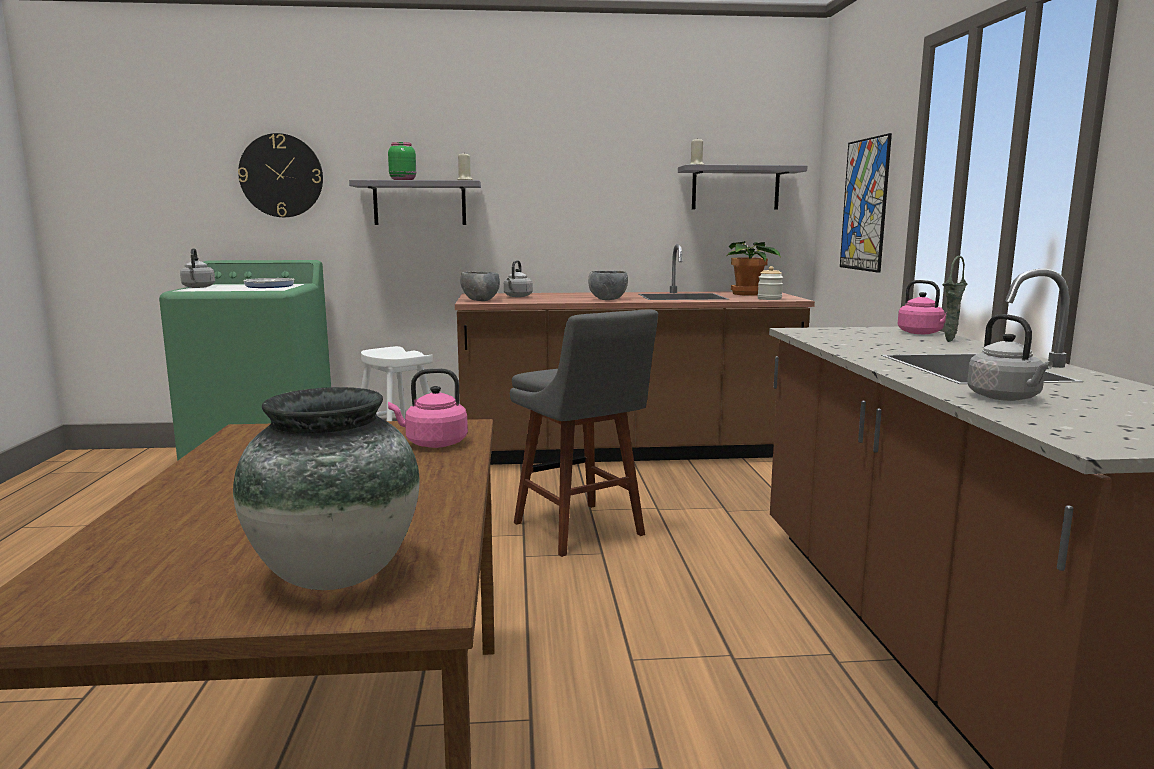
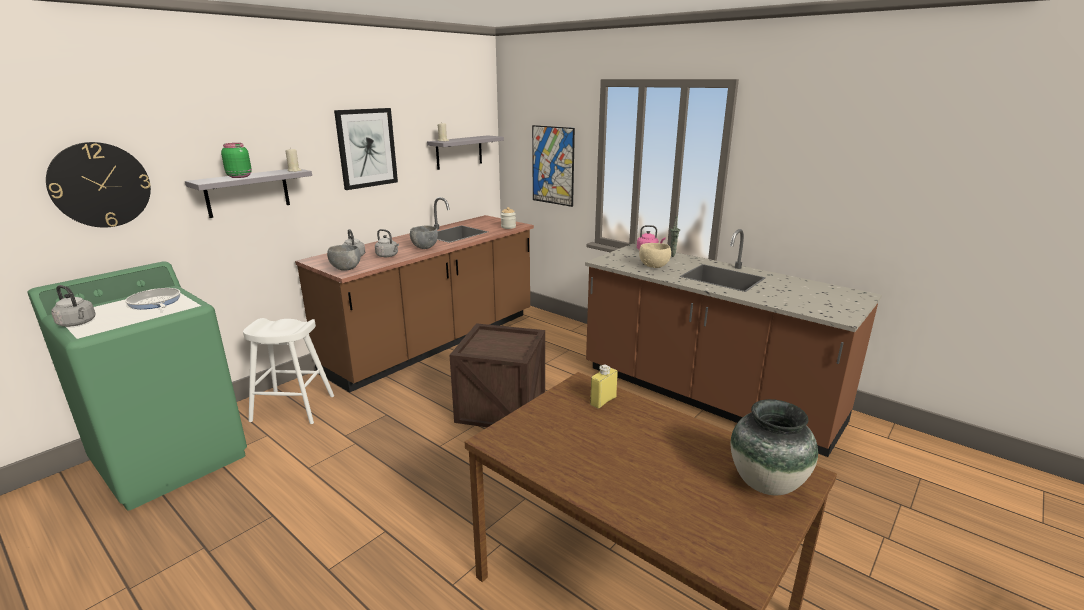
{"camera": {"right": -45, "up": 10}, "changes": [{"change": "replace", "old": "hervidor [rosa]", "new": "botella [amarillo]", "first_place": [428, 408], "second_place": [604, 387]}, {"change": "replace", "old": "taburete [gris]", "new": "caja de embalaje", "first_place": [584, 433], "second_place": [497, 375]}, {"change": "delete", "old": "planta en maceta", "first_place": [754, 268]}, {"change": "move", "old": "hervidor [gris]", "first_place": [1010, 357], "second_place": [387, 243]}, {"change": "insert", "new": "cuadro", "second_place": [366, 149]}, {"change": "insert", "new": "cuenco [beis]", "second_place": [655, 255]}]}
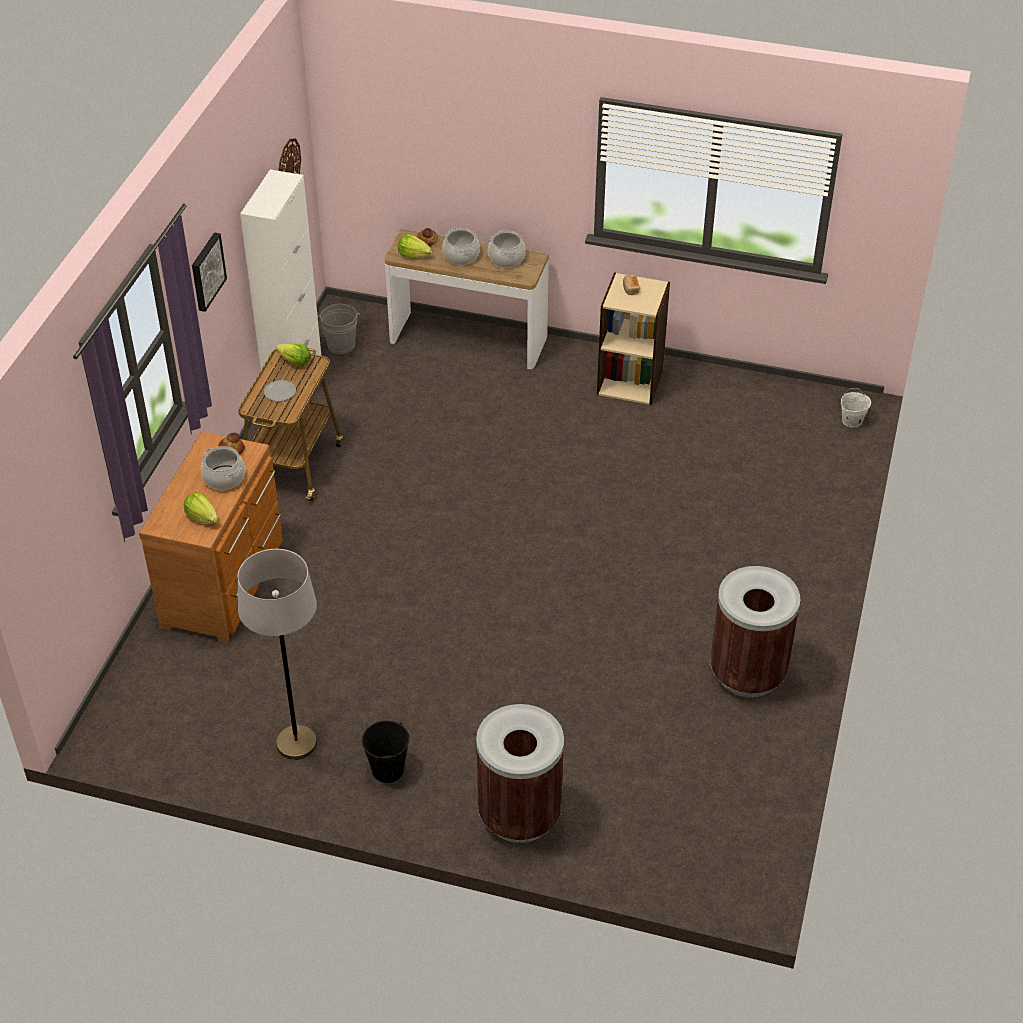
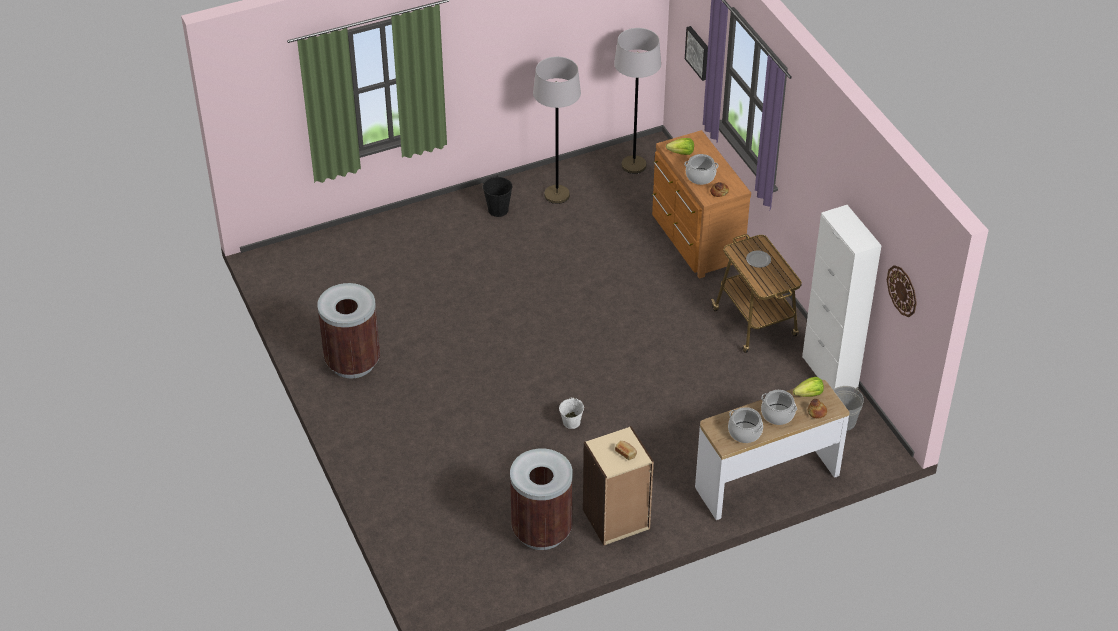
{"camera": {"right": 140, "up": 0}, "changes": [{"change": "move", "old": "cuadro", "first_place": [209, 272], "second_place": [696, 53]}, {"change": "delete", "old": "lechuga", "first_place": [293, 355]}, {"change": "move", "old": "papelera [marrón]", "first_place": [520, 773], "second_place": [541, 499]}, {"change": "move", "old": "cubo [blanco]", "first_place": [856, 408], "second_place": [571, 413]}, {"change": "insert", "new": "lámpara de pie [gris]", "second_place": [637, 101]}]}
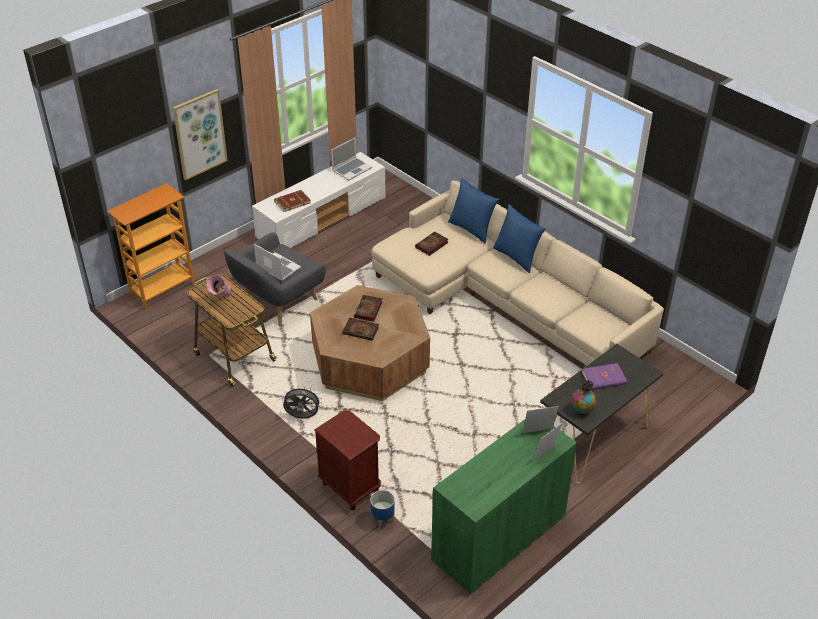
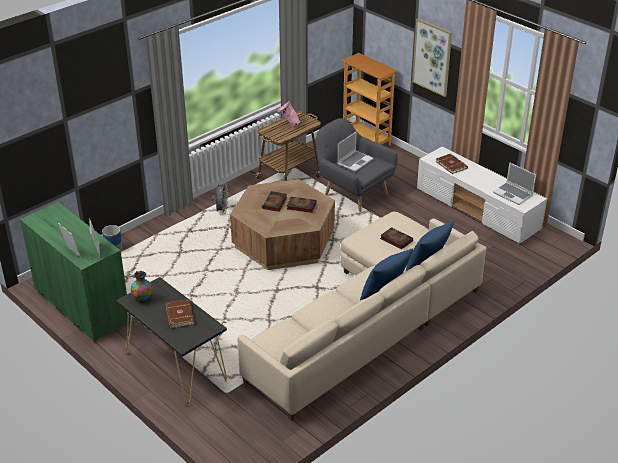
{"camera": {"right": 90, "up": -5}, "changes": [{"change": "delete", "old": "mesita de noche [marrón]", "first_place": [347, 460]}, {"change": "recolor", "old": "libro [morado]", "new": "libro [marrón]", "first_place": [604, 376], "second_place": [180, 313]}]}
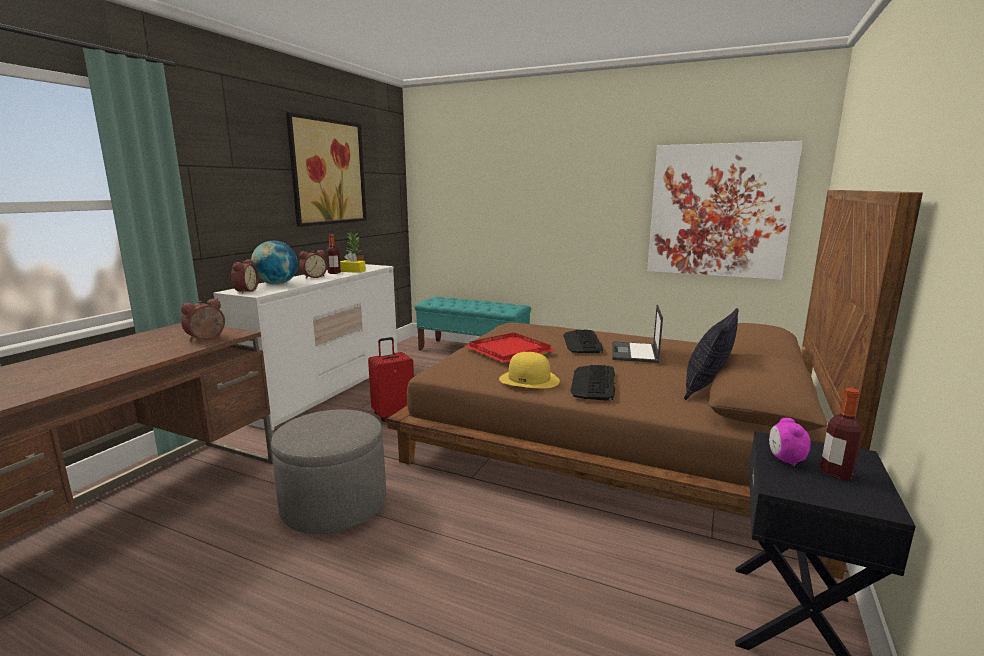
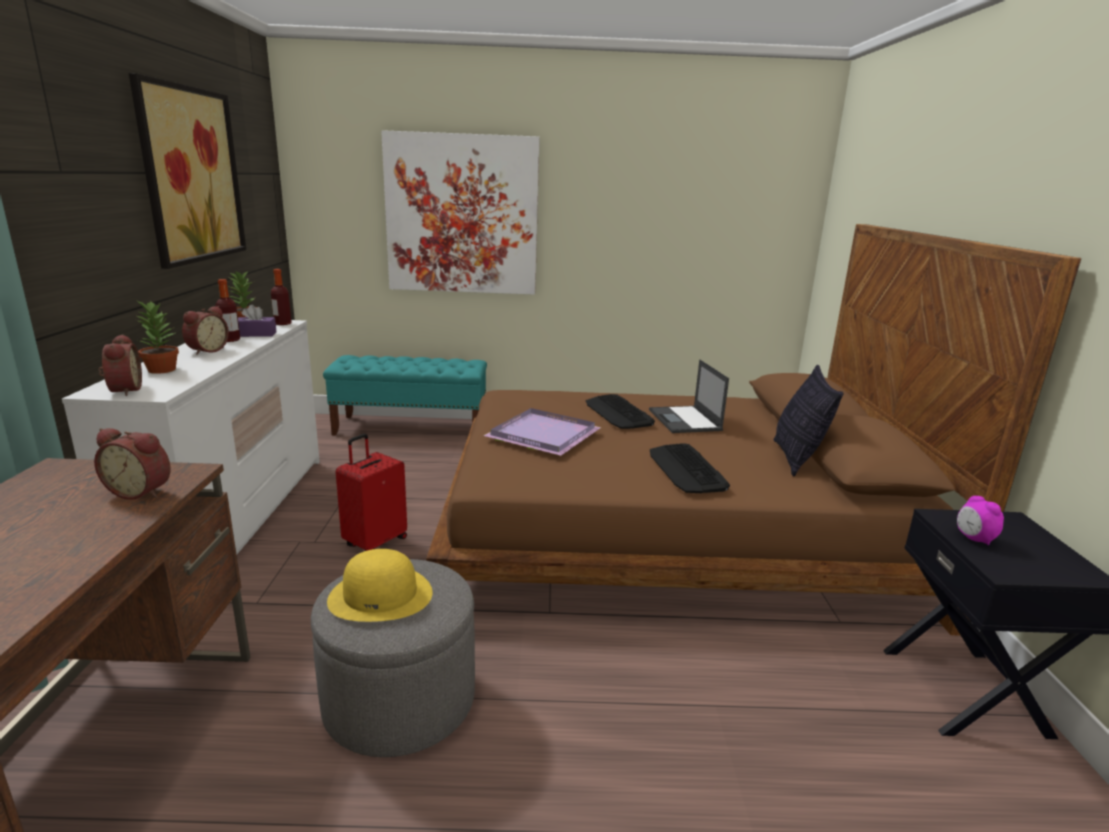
{"camera": {"right": -25, "up": 5}, "changes": [{"change": "rotate", "old": "despertador", "first_place": [203, 319], "second_place": [132, 464], "degrees": -90}, {"change": "replace", "old": "globo terráqueo", "new": "planta en maceta", "first_place": [274, 263], "second_place": [157, 337]}, {"change": "recolor", "old": "caja de pañuelos [amarillo]", "new": "caja de pañuelos [morado]", "first_place": [353, 262], "second_place": [257, 321]}, {"change": "recolor", "old": "bandeja [rojo]", "new": "bandeja [morado]", "first_place": [510, 348], "second_place": [542, 432]}, {"change": "move", "old": "sombrero [amarillo]", "first_place": [529, 370], "second_place": [380, 585]}, {"change": "move", "old": "cuadro", "first_place": [725, 210], "second_place": [460, 212]}, {"change": "move", "old": "botella", "first_place": [841, 433], "second_place": [281, 297]}]}
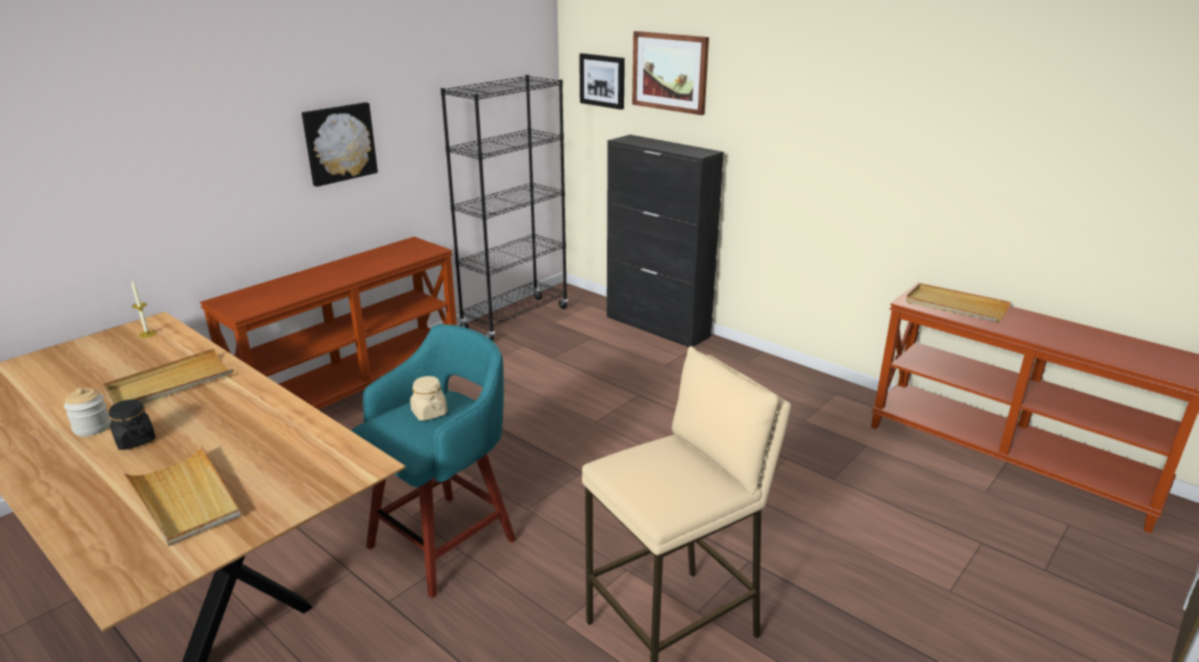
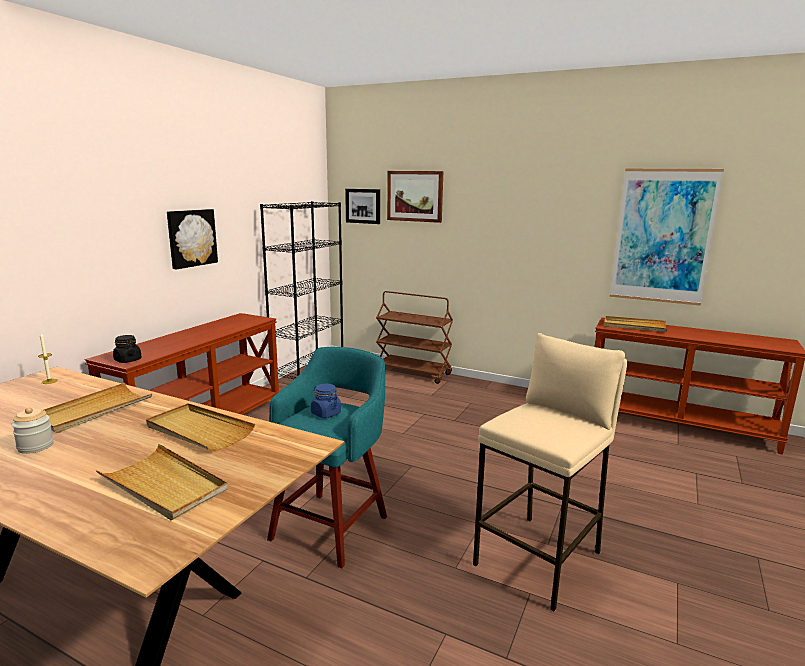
{"camera": {"right": -15, "up": -10}, "changes": [{"change": "move", "old": "tarro [negro]", "first_place": [132, 424], "second_place": [127, 349]}, {"change": "recolor", "old": "tarro [beis]", "new": "tarro [azul]", "first_place": [428, 398], "second_place": [326, 401]}, {"change": "replace", "old": "armario [negro]", "new": "carrito [marrón]", "first_place": [665, 241], "second_place": [414, 337]}, {"change": "insert", "new": "bandeja [beis]", "second_place": [200, 427]}, {"change": "insert", "new": "cuadro", "second_place": [667, 237]}]}
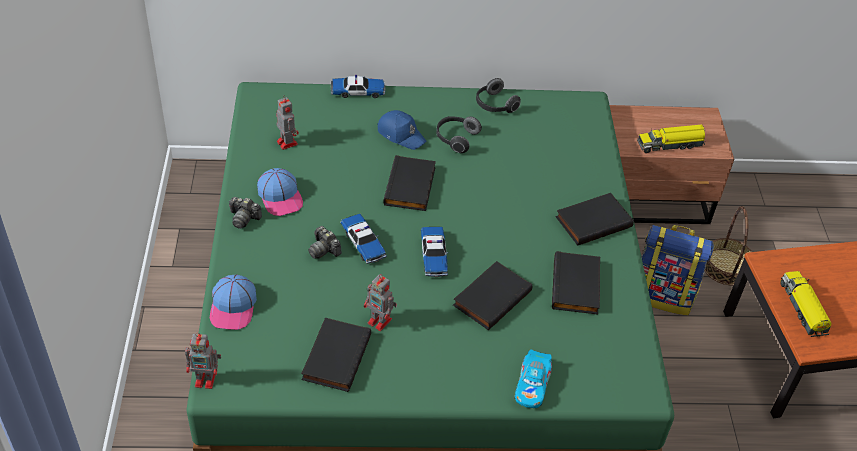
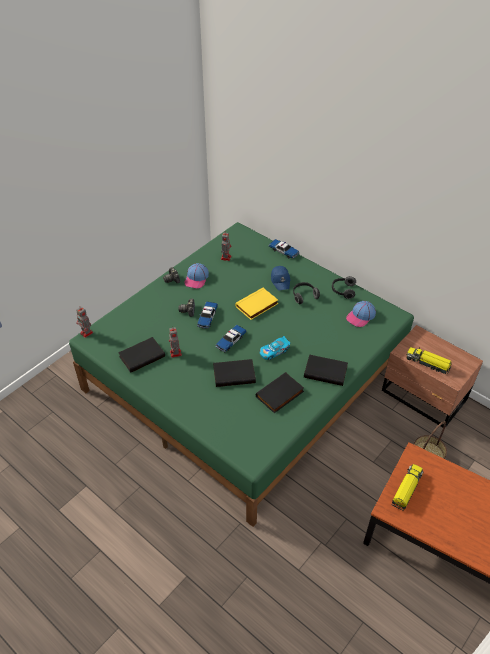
{"camera": {"right": 45, "up": 0}, "changes": [{"change": "move", "old": "gorra", "first_place": [233, 302], "second_place": [361, 314]}, {"change": "recolor", "old": "libro [negro]", "new": "libro [amarillo]", "first_place": [409, 183], "second_place": [256, 304]}, {"change": "move", "old": "coche de juguete", "first_place": [533, 378], "second_place": [274, 348]}, {"change": "delete", "old": "mochila", "first_place": [677, 270]}]}
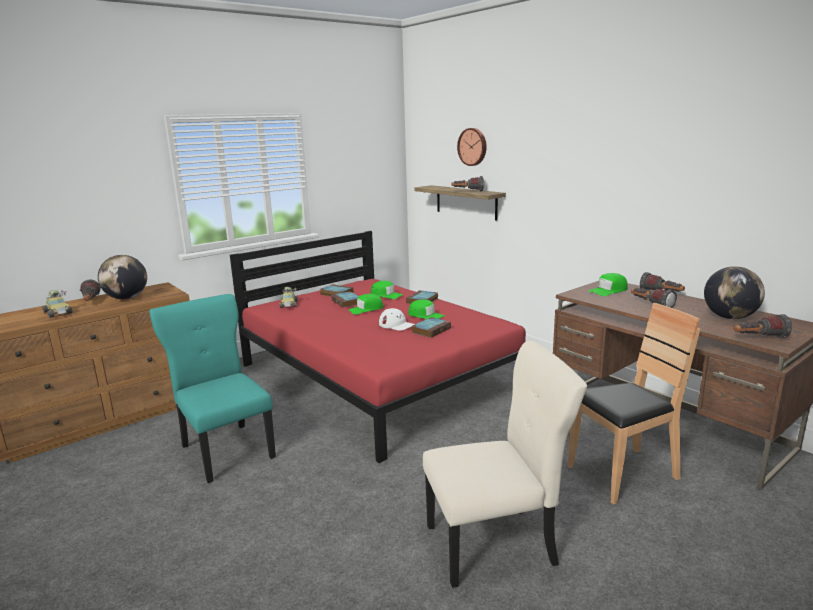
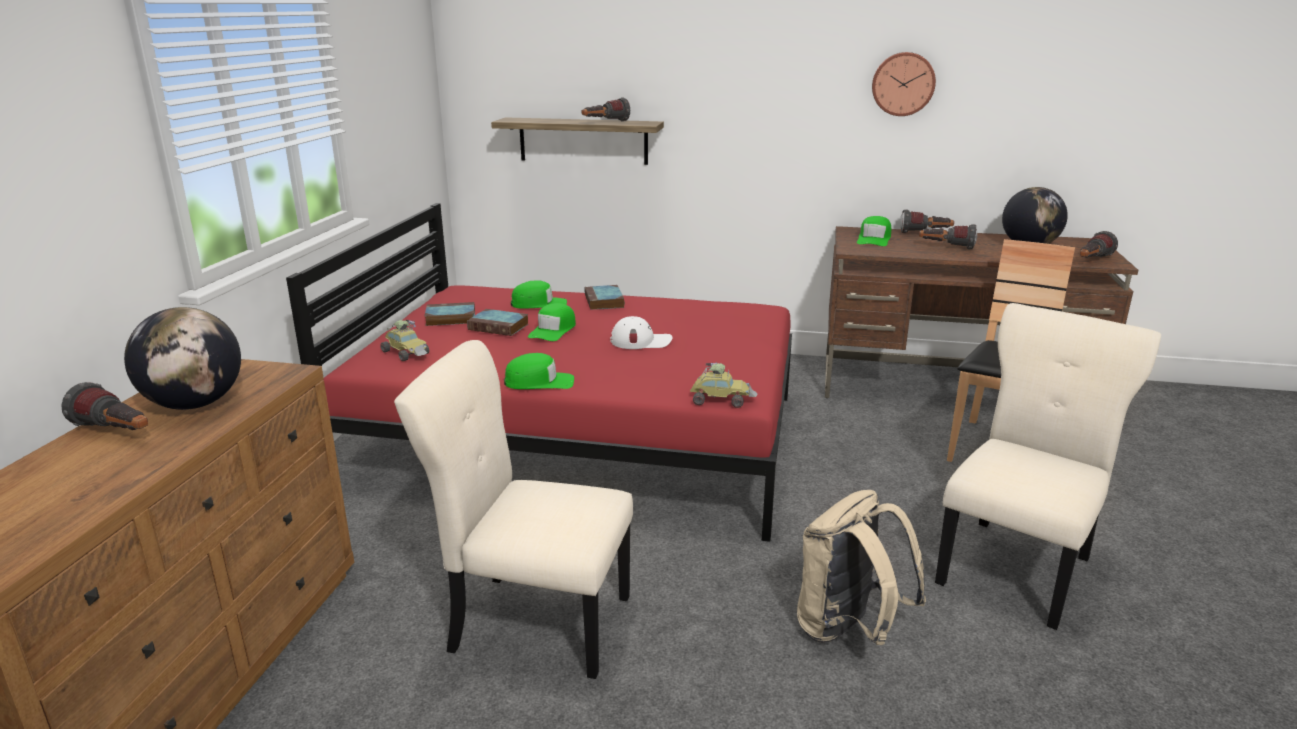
{"camera": {"right": -40, "up": 5}, "changes": [{"change": "move", "old": "coche de juguete", "first_place": [57, 304], "second_place": [724, 385]}, {"change": "recolor", "old": "silla [turquesa]", "new": "silla [beis]", "first_place": [212, 388], "second_place": [513, 509]}, {"change": "move", "old": "gorra [verde]", "first_place": [426, 309], "second_place": [539, 371]}, {"change": "delete", "old": "libro", "first_place": [431, 327]}, {"change": "move", "old": "reloj de pared", "first_place": [472, 147], "second_place": [904, 84]}, {"change": "insert", "new": "mochila [beis]", "second_place": [861, 567]}]}
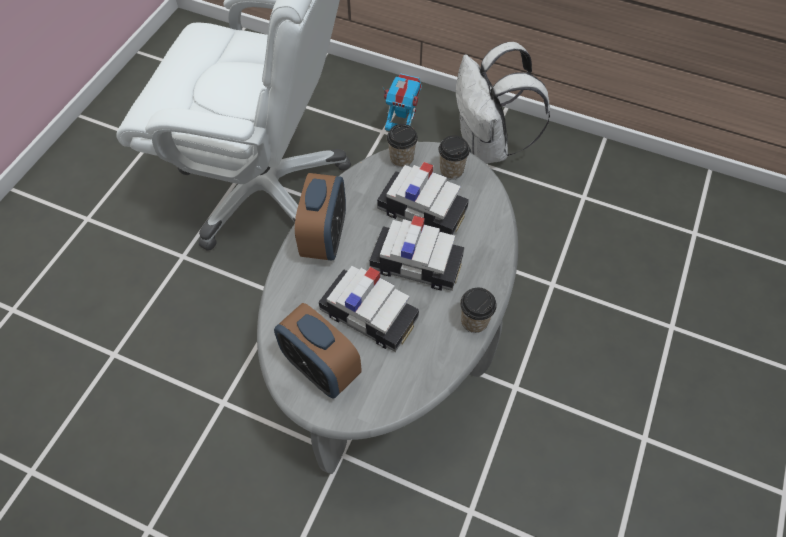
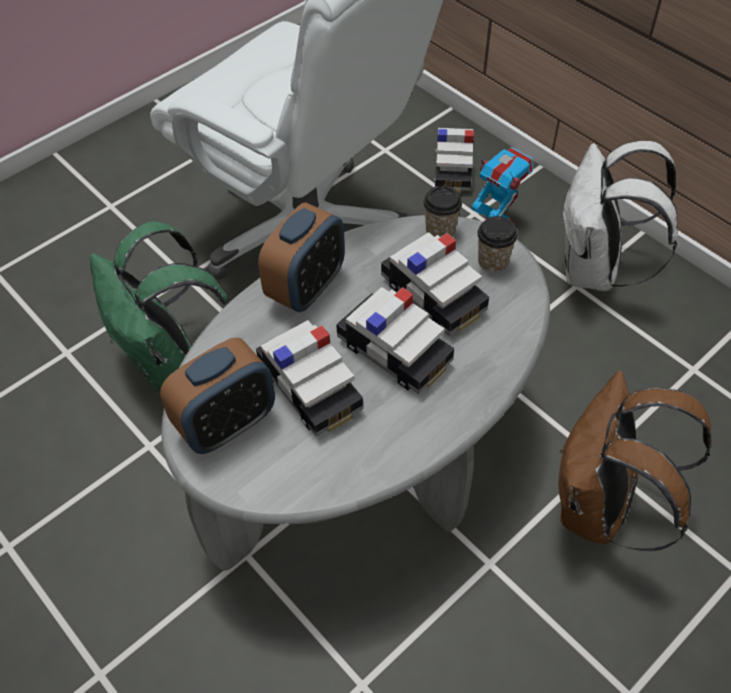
{"camera": {"right": 25, "up": -5}, "changes": [{"change": "rotate", "old": "despertador", "first_place": [318, 351], "second_place": [217, 396], "degrees": -105}, {"change": "delete", "old": "taza", "first_place": [478, 310]}, {"change": "insert", "new": "mochila [verde]", "second_place": [160, 306]}, {"change": "insert", "new": "coche de juguete", "second_place": [454, 160]}, {"change": "insert", "new": "mochila [marrón]", "second_place": [634, 461]}]}
